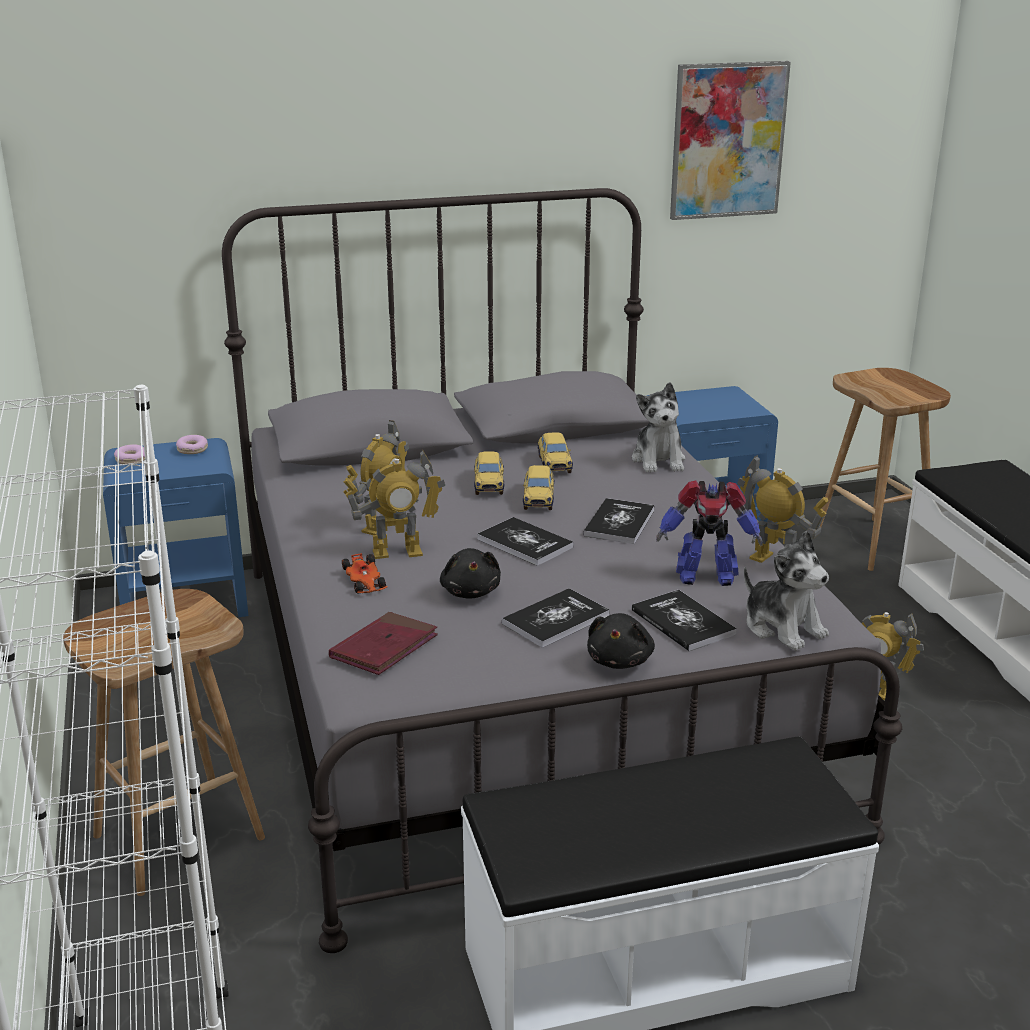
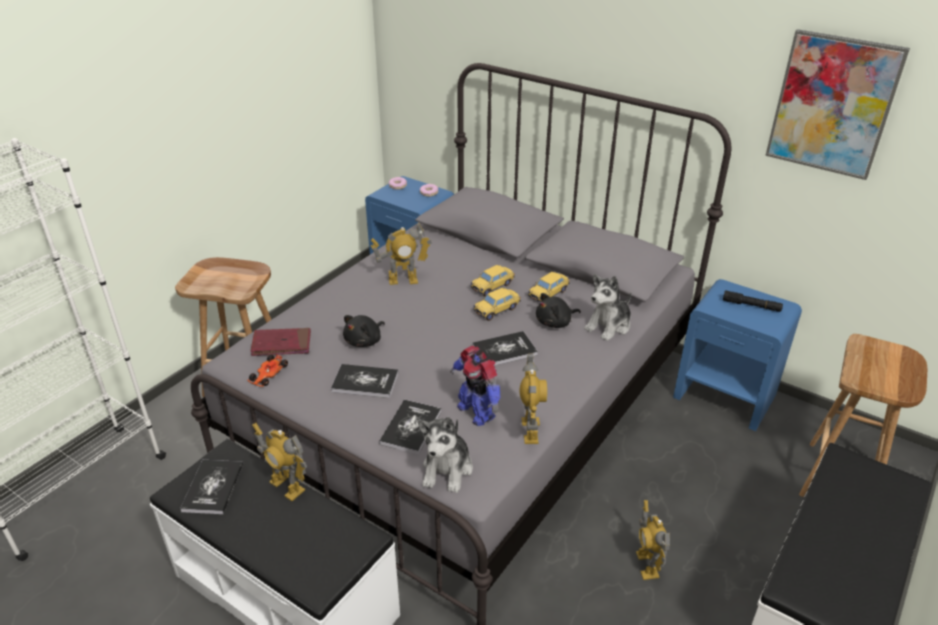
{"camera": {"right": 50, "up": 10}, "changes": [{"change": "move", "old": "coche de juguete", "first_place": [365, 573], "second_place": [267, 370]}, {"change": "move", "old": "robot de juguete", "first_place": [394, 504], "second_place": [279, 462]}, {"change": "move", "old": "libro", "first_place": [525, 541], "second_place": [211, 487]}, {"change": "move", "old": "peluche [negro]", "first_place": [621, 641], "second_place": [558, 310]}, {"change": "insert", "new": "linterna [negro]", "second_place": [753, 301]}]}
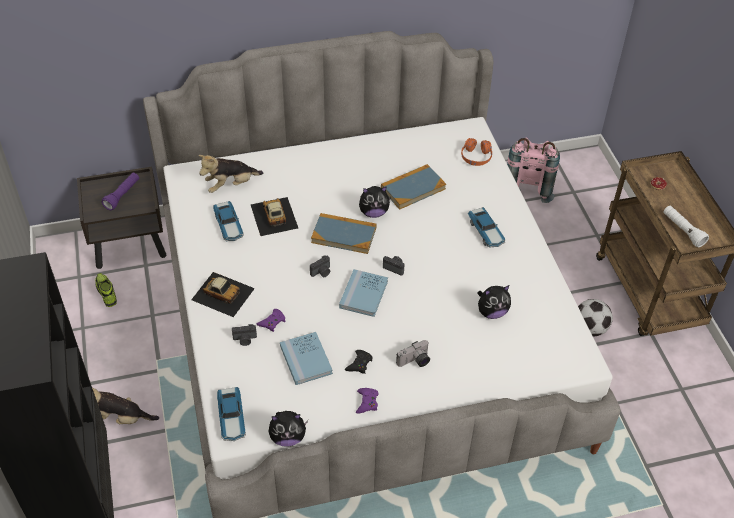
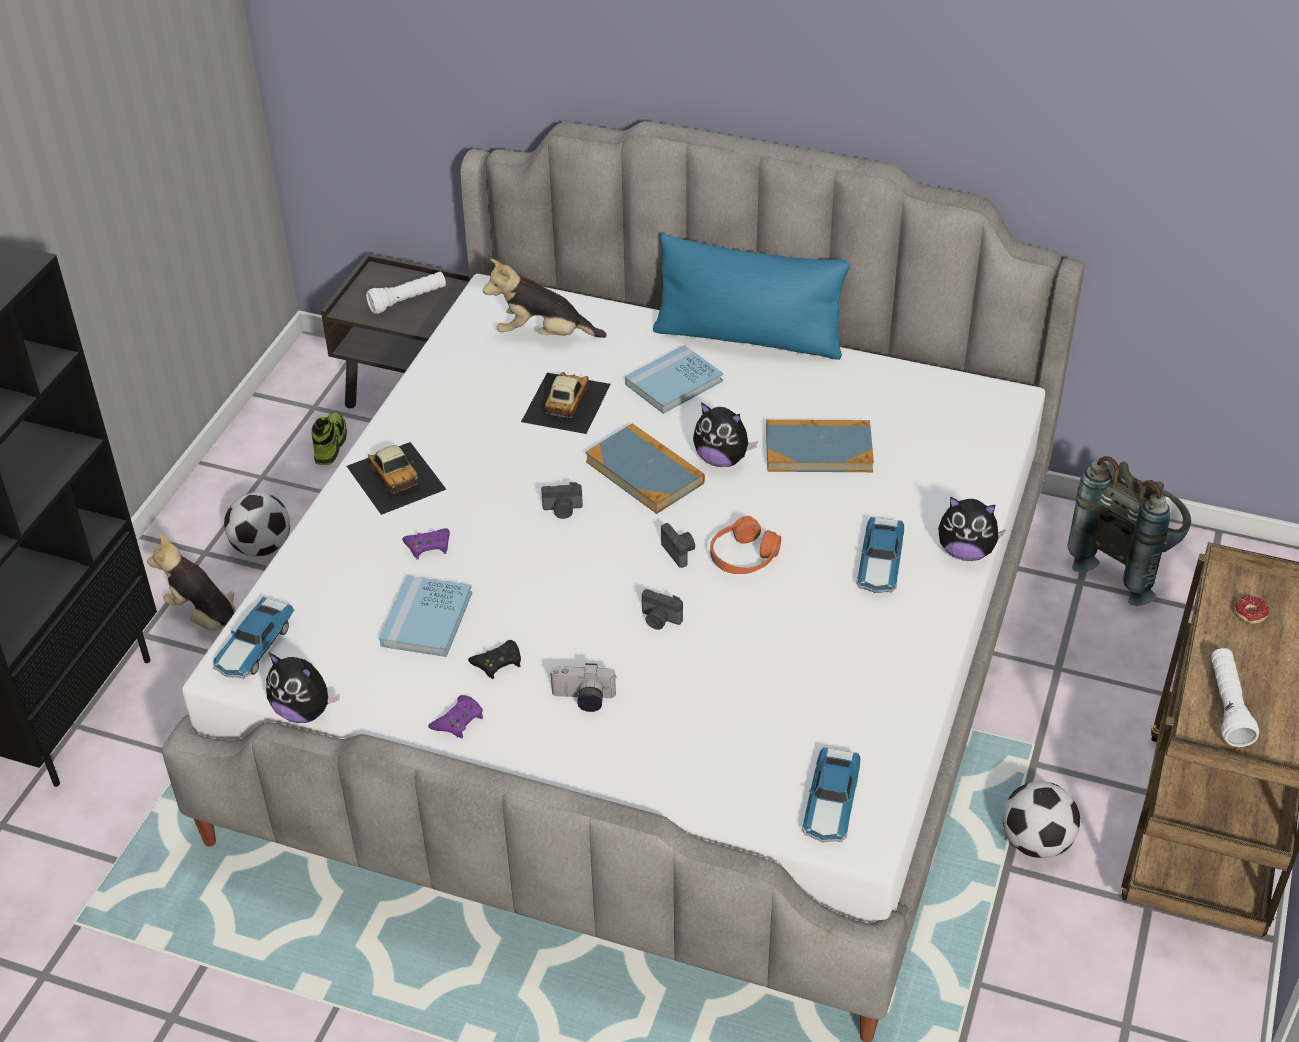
{"camera": {"right": 35, "up": -5}, "changes": [{"change": "recolor", "old": "linterna [morado]", "new": "linterna [blanco]", "first_place": [120, 191], "second_place": [406, 293]}, {"change": "move", "old": "coche de juguete", "first_place": [228, 221], "second_place": [831, 795]}, {"change": "move", "old": "cámara", "first_place": [244, 335], "second_place": [662, 609]}, {"change": "move", "old": "libro [azul]", "first_place": [363, 293], "second_place": [674, 379]}, {"change": "move", "old": "auriculares [naranja]", "first_place": [476, 152], "second_place": [745, 545]}, {"change": "move", "old": "peluche", "first_place": [494, 302], "second_place": [972, 528]}, {"change": "recolor", "old": "mochila [rosa]", "new": "mochila [gris]", "first_place": [533, 170], "second_place": [1129, 531]}, {"change": "insert", "new": "balón de fútbol", "second_place": [257, 524]}, {"change": "insert", "new": "cojín [azul]", "second_place": [751, 297]}]}
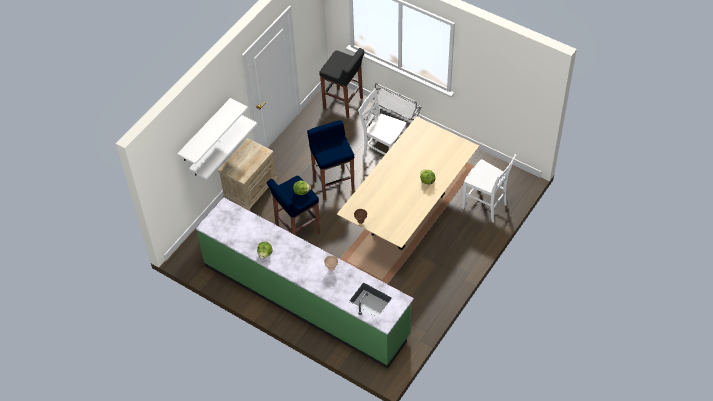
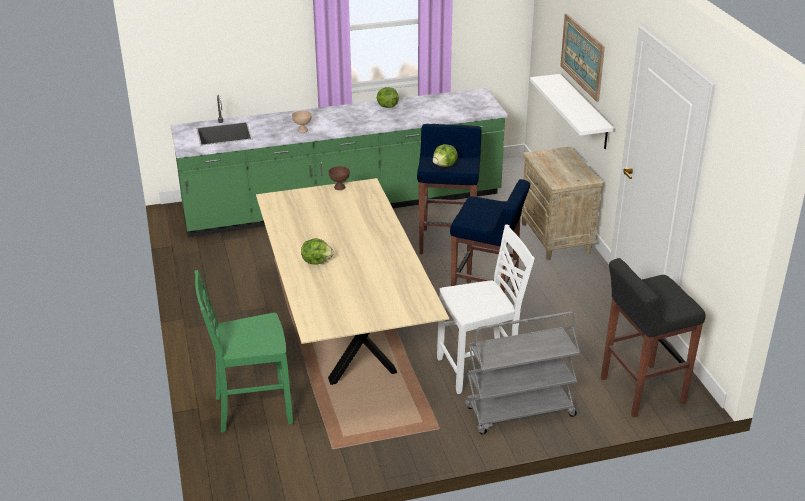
{"camera": {"right": 130, "up": -20}, "changes": [{"change": "replace", "old": "estante [blanco]", "new": "cuadro", "first_place": [212, 131], "second_place": [582, 58]}, {"change": "recolor", "old": "silla [blanco]", "new": "silla [verde]", "first_place": [489, 188], "second_place": [244, 351]}]}
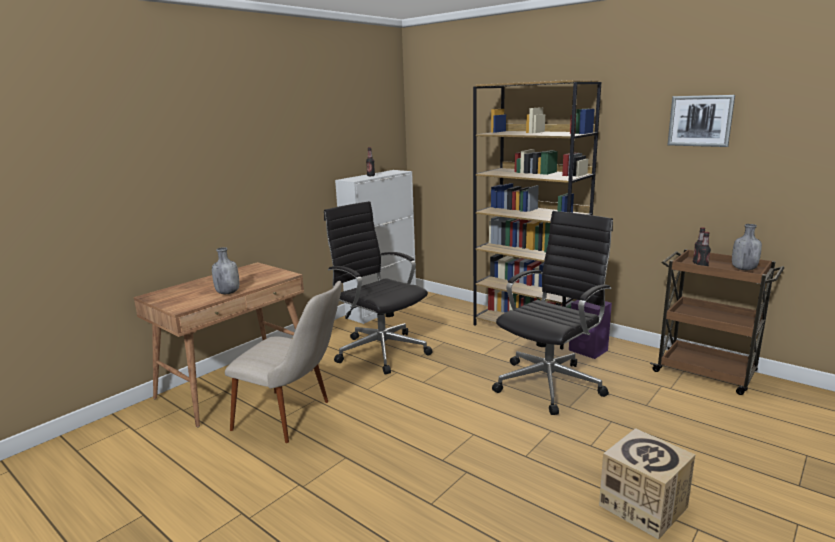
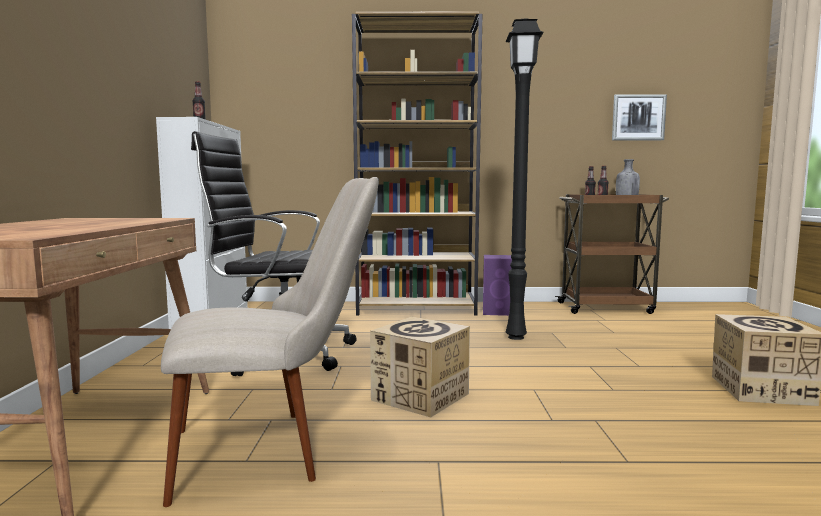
{"camera": {"right": -40, "up": -10}, "changes": [{"change": "delete", "old": "botella [gris]", "first_place": [225, 270]}, {"change": "replace", "old": "silla de oficina [negro]", "new": "lámpara de pie [negro]", "first_place": [552, 313], "second_place": [525, 179]}, {"change": "move", "old": "cuadro", "first_place": [701, 121], "second_place": [639, 117]}, {"change": "insert", "new": "caja de cartón", "second_place": [420, 367]}]}
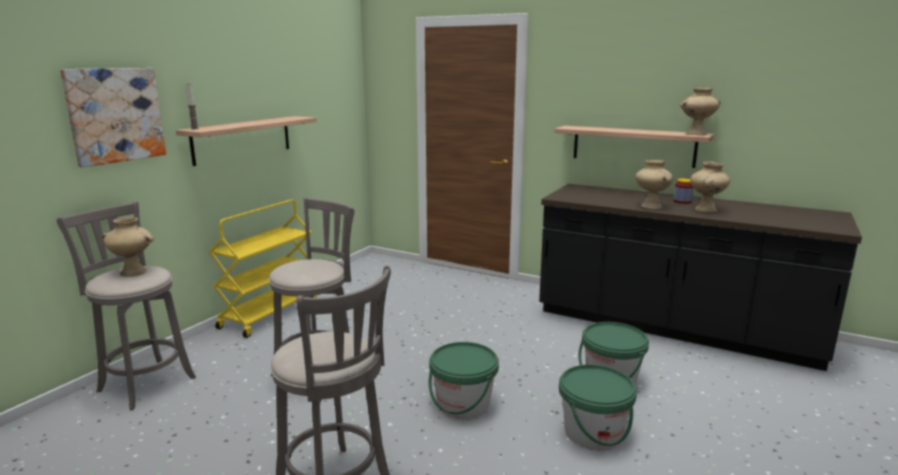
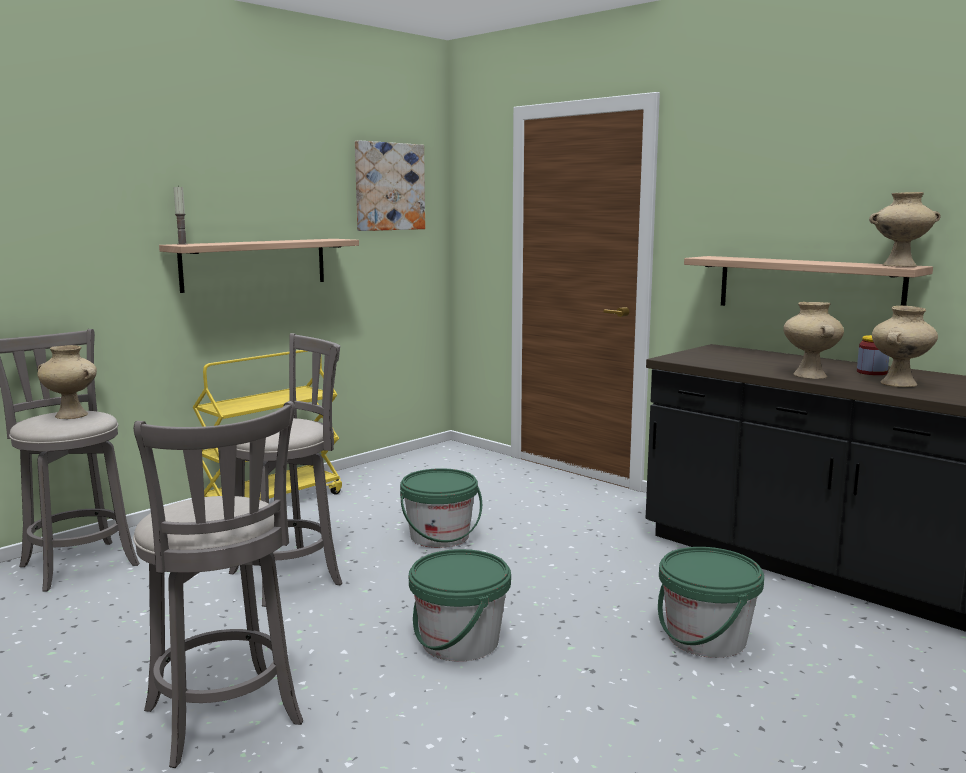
{"camera": {"right": 15, "up": -5}, "changes": [{"change": "move", "old": "cuadro", "first_place": [113, 118], "second_place": [390, 185]}, {"change": "move", "old": "cubo [verde]", "first_place": [598, 407], "second_place": [441, 508]}]}
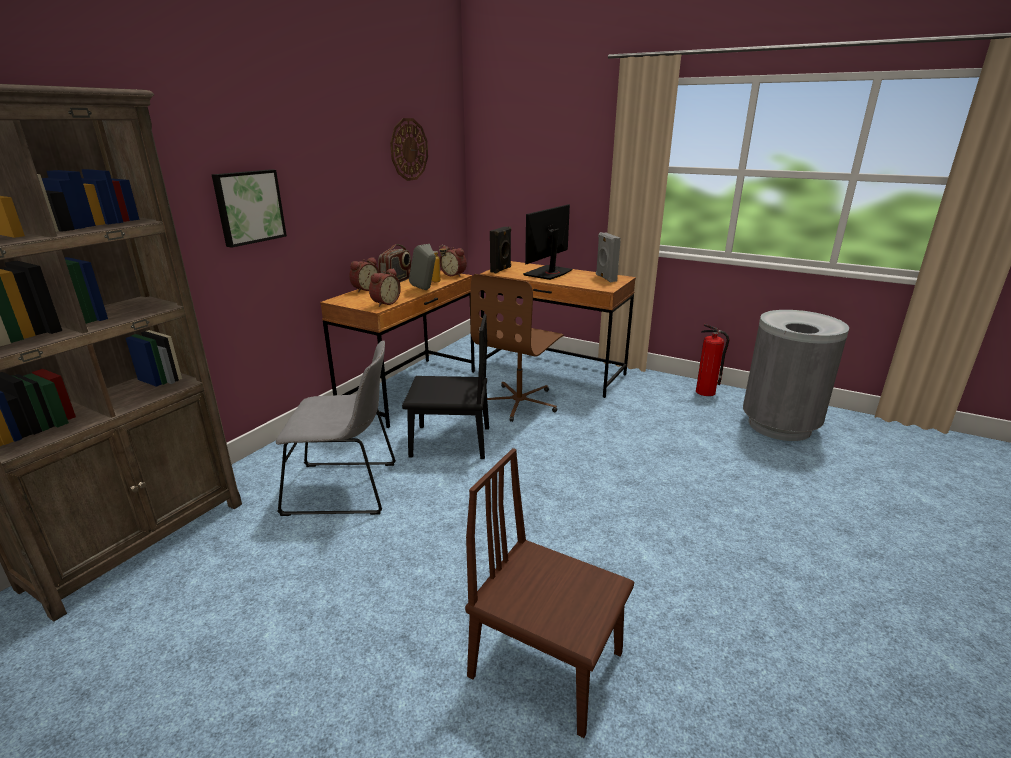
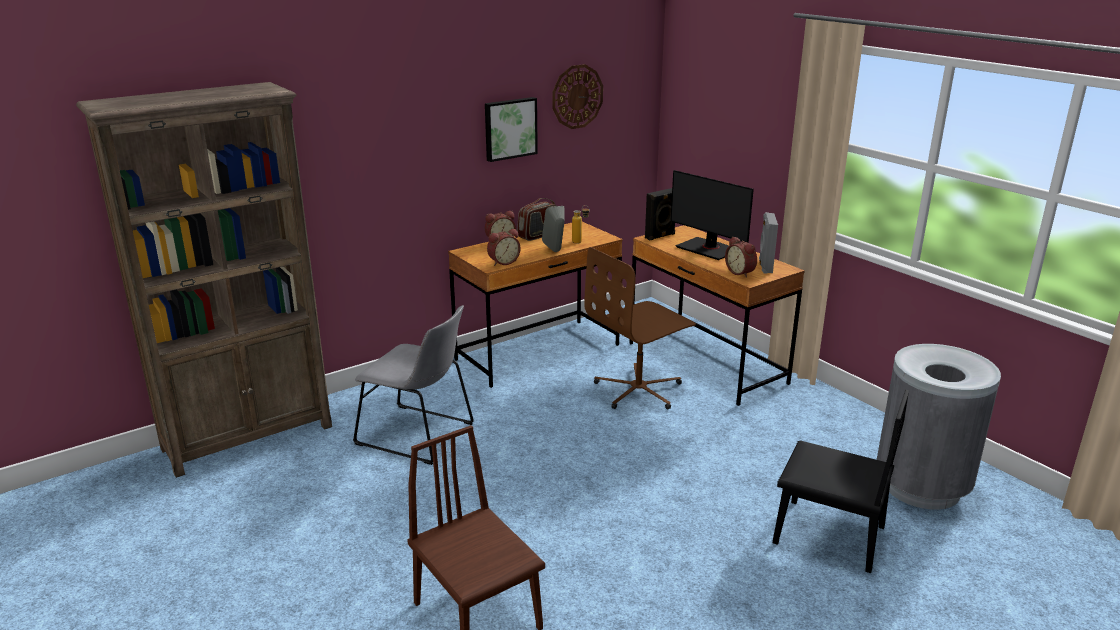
{"camera": {"right": 25, "up": 0}, "changes": [{"change": "move", "old": "cuadro", "first_place": [249, 208], "second_place": [511, 129]}, {"change": "move", "old": "silla [negro]", "first_place": [445, 386], "second_place": [841, 481]}, {"change": "move", "old": "despertador", "first_place": [453, 261], "second_place": [741, 257]}, {"change": "rotate", "old": "monitor", "first_place": [547, 242], "second_place": [712, 215], "degrees": -105}, {"change": "delete", "old": "extintor", "first_place": [713, 360]}]}
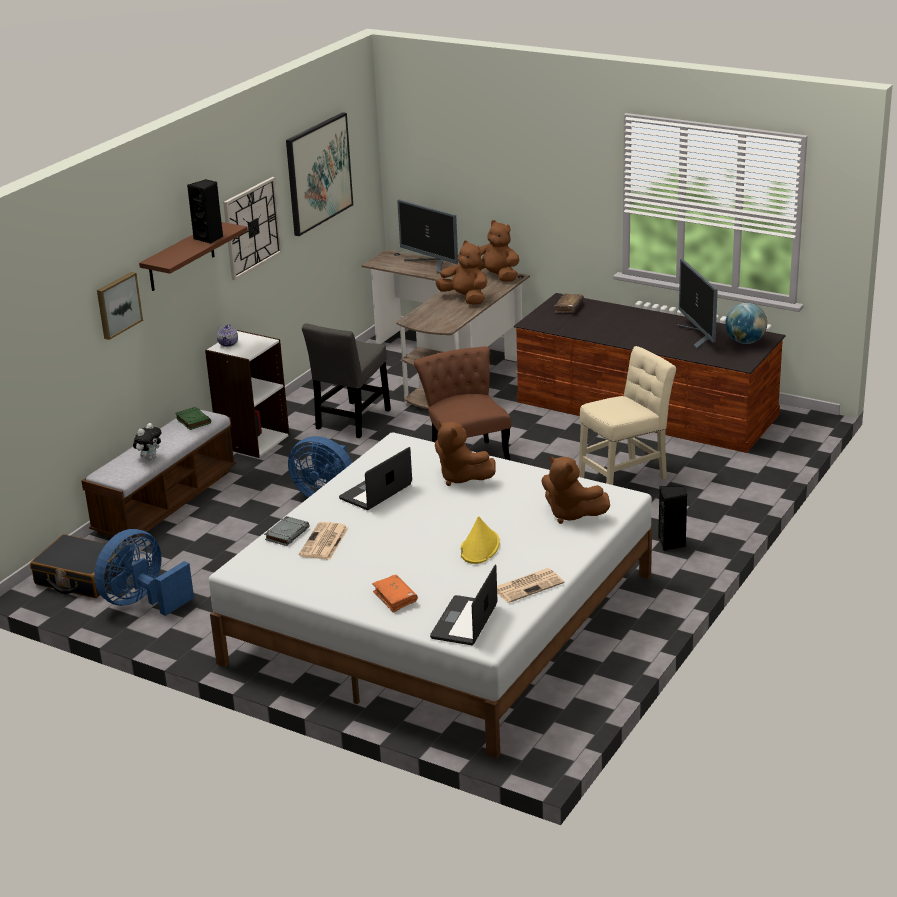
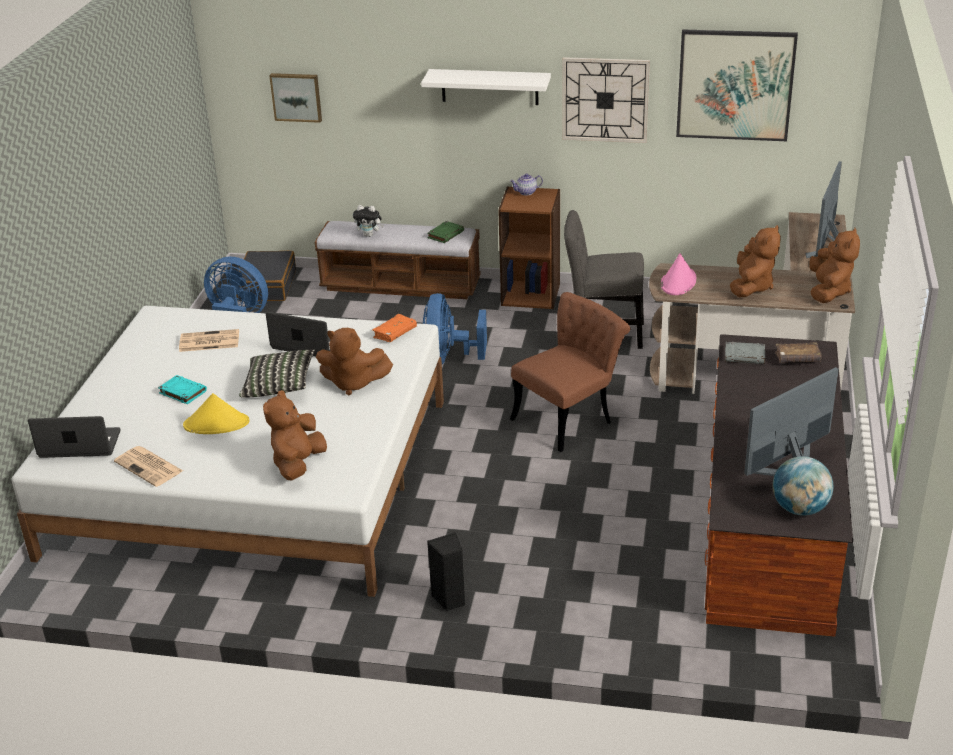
{"camera": {"right": 70, "up": 5}, "changes": [{"change": "move", "old": "cuadro", "first_place": [120, 306], "second_place": [295, 98]}, {"change": "recolor", "old": "estante [marrón]", "new": "estante [blanco]", "first_place": [193, 256], "second_place": [486, 87]}, {"change": "delete", "old": "altavoz [negro]", "first_place": [205, 211]}, {"change": "recolor", "old": "estantería [blanco]", "new": "estantería [marrón]", "first_place": [247, 394], "second_place": [529, 247]}, {"change": "move", "old": "libro [gris]", "first_place": [287, 531], "second_place": [745, 353]}, {"change": "move", "old": "libro [naranja]", "first_place": [395, 594], "second_place": [394, 328]}, {"change": "rotate", "old": "peluche [marrón]", "first_place": [465, 453], "second_place": [354, 361], "degrees": -105}, {"change": "delete", "old": "silla [beis]", "first_place": [627, 415]}, {"change": "insert", "new": "libro [turquesa]", "second_place": [182, 389]}, {"change": "insert", "new": "cojín", "second_place": [277, 373]}, {"change": "insert", "new": "sombrero [rosa]", "second_place": [678, 274]}]}
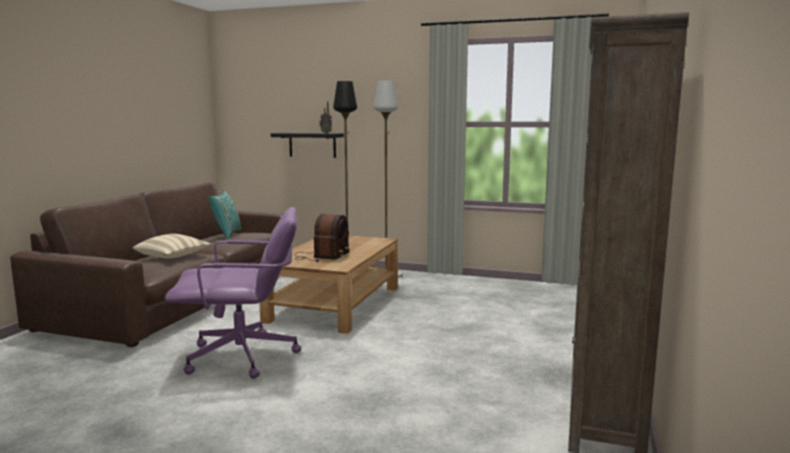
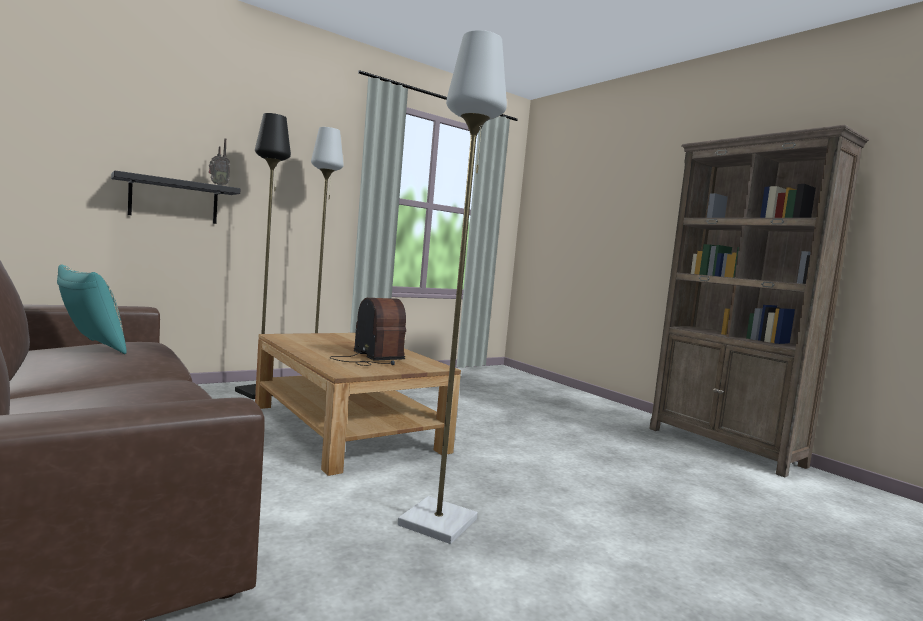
{"camera": {"right": -55, "up": -5}, "changes": [{"change": "delete", "old": "cojín [beis]", "first_place": [172, 246]}, {"change": "replace", "old": "silla de oficina [morado]", "new": "lámpara de pie [gris]", "first_place": [233, 293], "second_place": [452, 287]}]}
